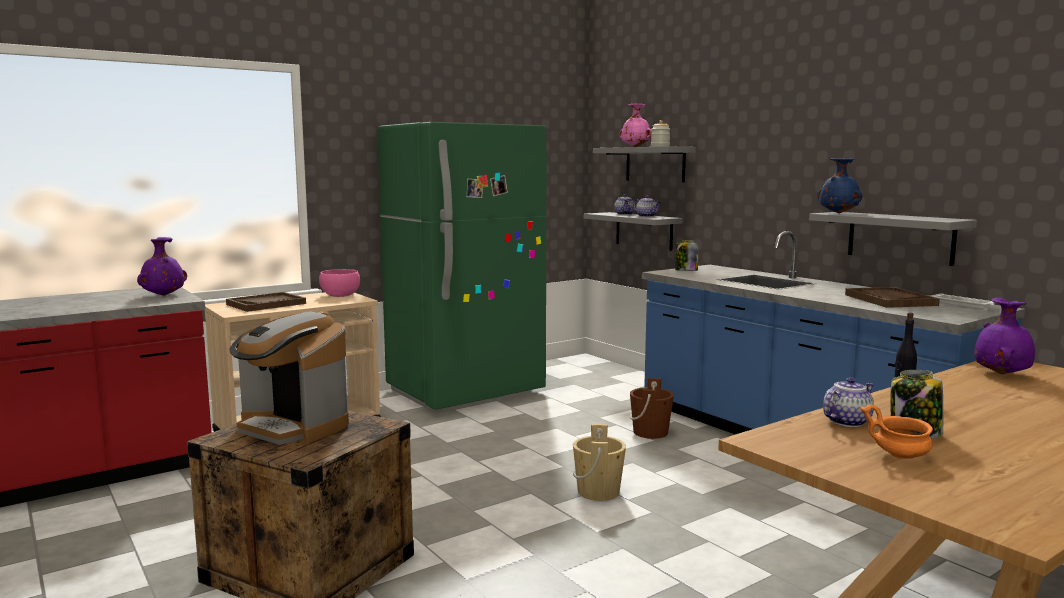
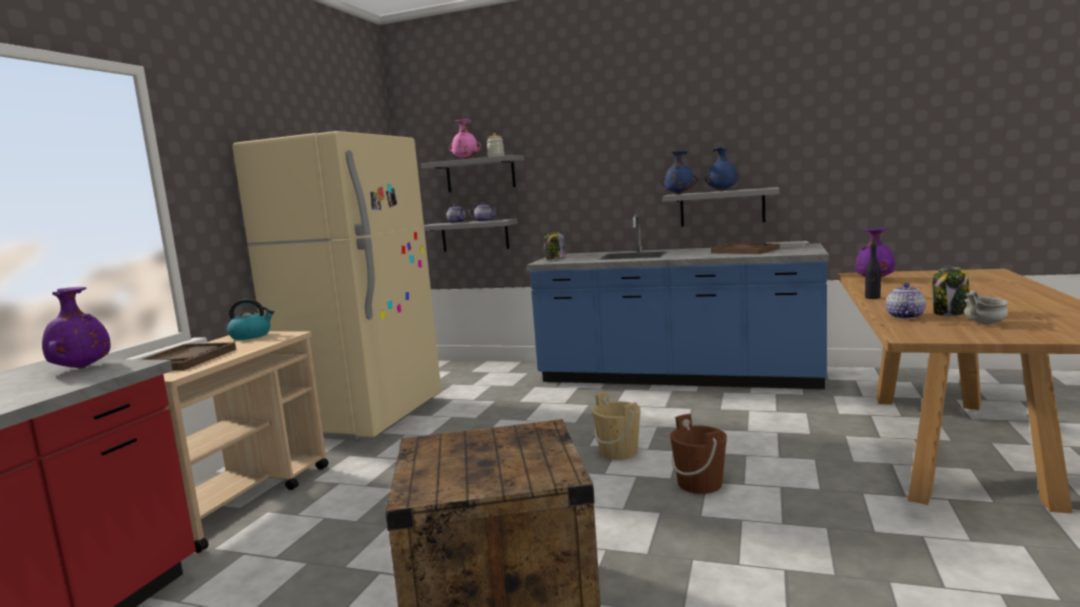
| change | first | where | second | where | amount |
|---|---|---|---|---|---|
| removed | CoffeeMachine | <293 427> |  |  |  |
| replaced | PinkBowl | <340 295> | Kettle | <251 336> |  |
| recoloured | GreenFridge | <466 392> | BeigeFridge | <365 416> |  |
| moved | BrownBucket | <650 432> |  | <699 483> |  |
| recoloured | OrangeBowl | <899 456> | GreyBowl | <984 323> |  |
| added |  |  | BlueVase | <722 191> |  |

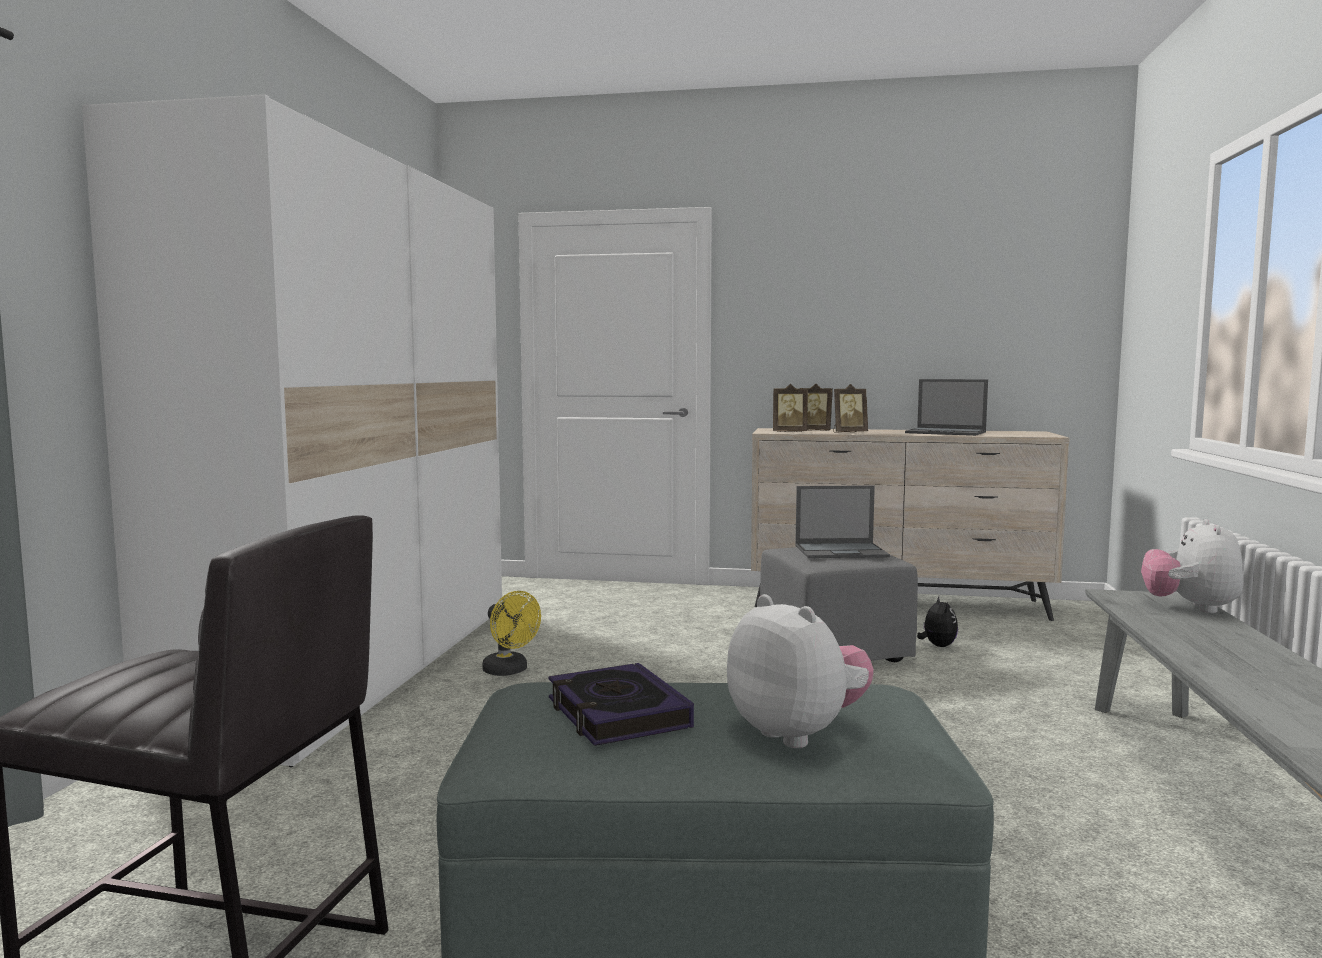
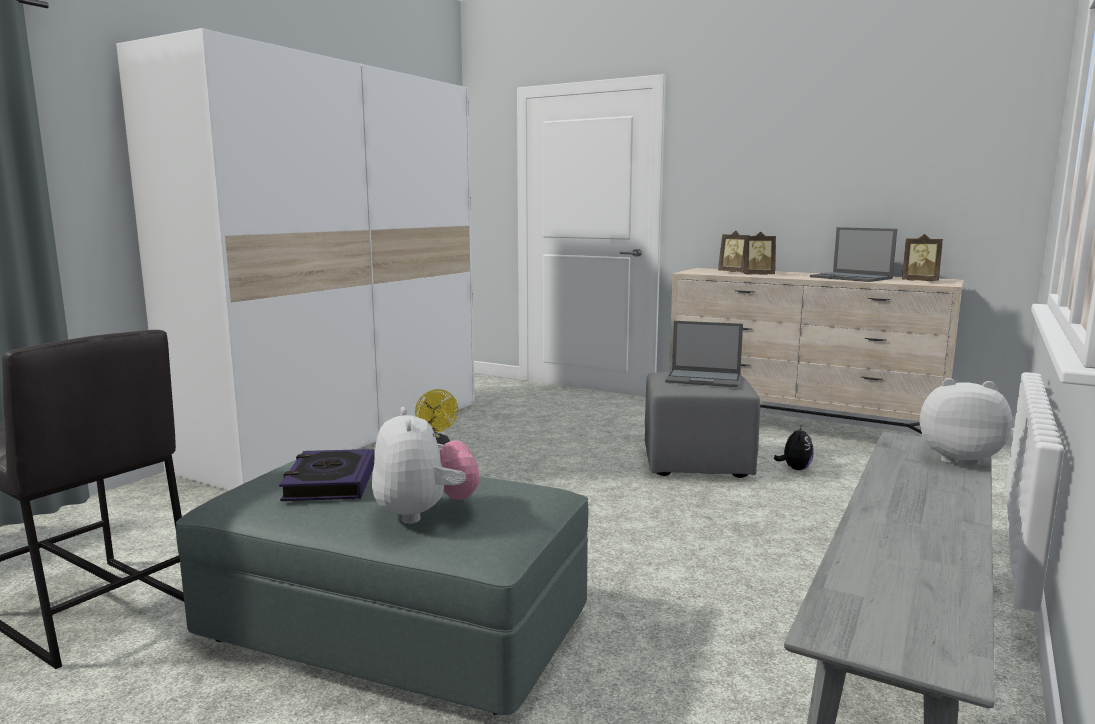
| change | first | where | second | where | amount |
|---|---|---|---|---|---|
| moved | PictureFrame | <789 432> |  | <919 281> |  |
| turned | PlushToy | <1190 608> |  | <958 459> | 75 degrees clockwise |

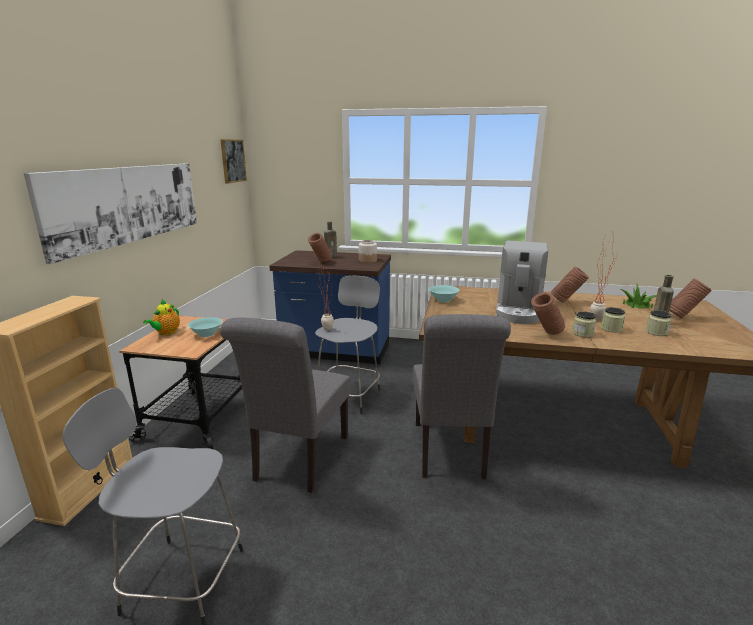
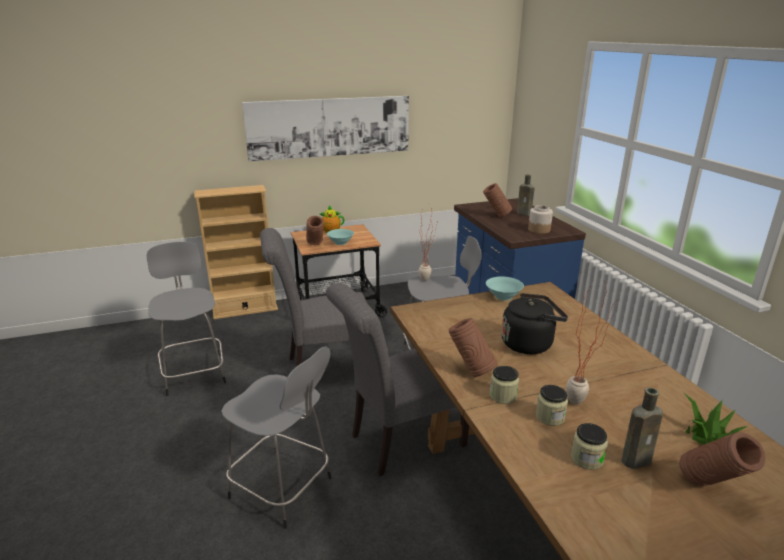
| change | first | where | second | where | amount |
|---|---|---|---|---|---|
| removed | Picture | <232 161> |  |  |  |
| replaced | CoffeeMachine | <518 311> | BlackKettle | <529 344> |  |
| moved | BrownVase | <566 302> |  | <315 246> |  |
| added |  |  | GreyStool | <284 489> |  |

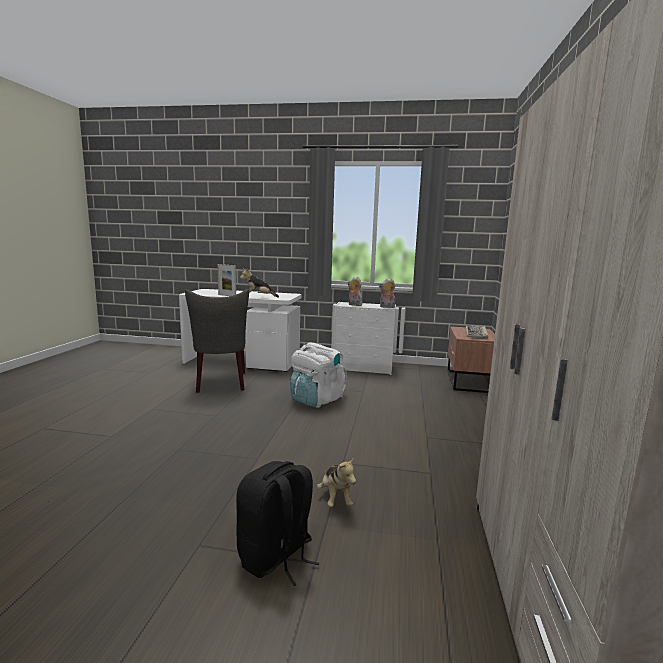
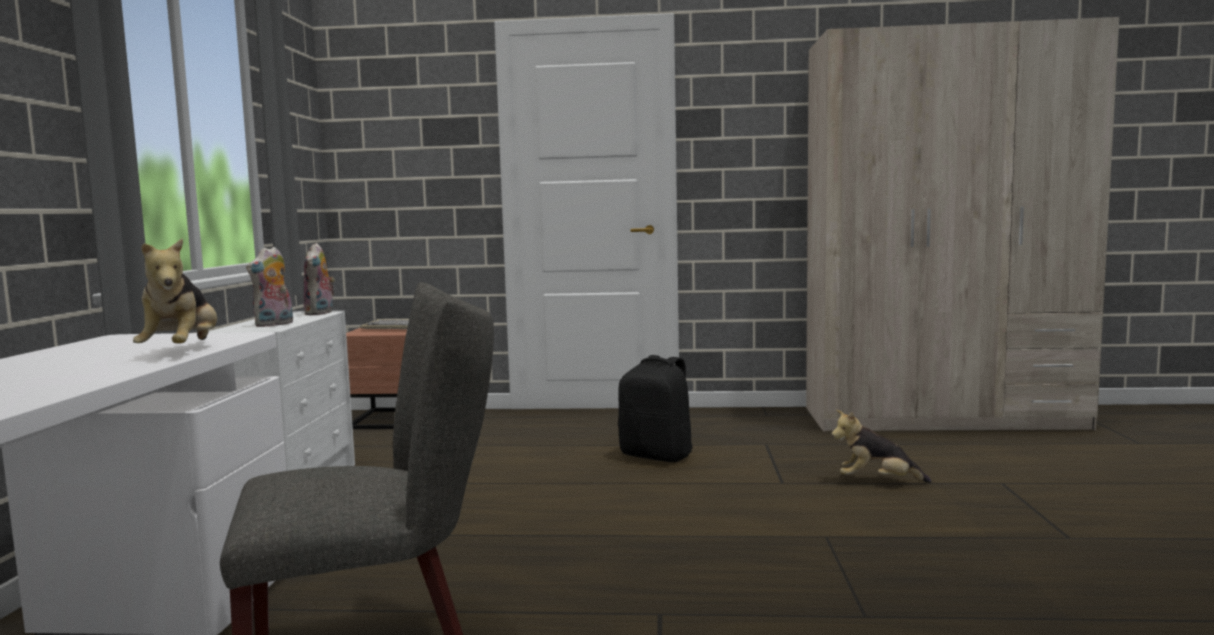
| change | first | where | second | where | amount |
|---|---|---|---|---|---|
| removed | PictureFrame | <227 295> |  |  |  |
| moved | BlackBackpack | <276 557> |  | <657 455> |  |
| removed | WhiteBackpack | <316 400> |  |  |  |
| turned | PlushToy | <335 498> |  | <877 481> | 150 degrees counterclockwise |

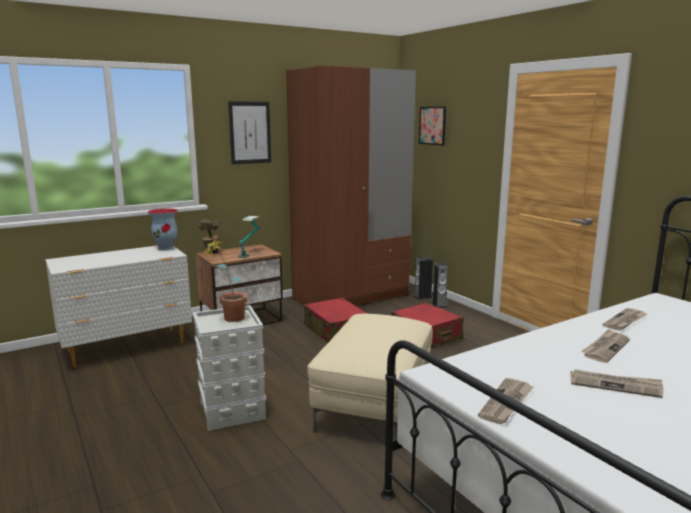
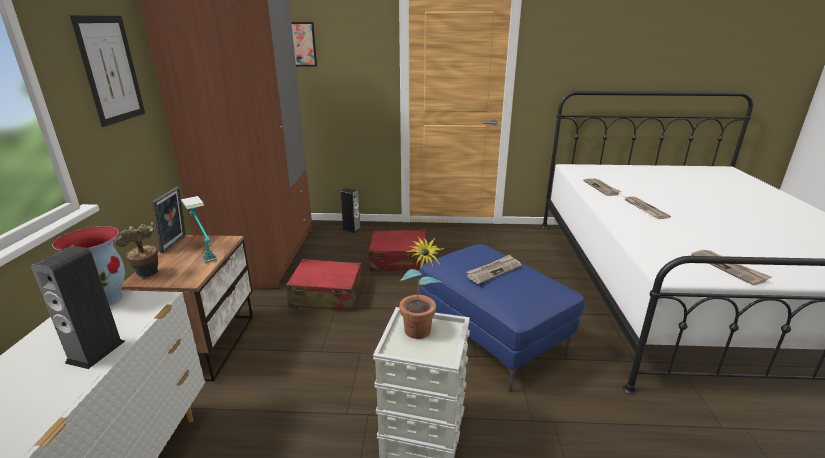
| change | first | where | second | where | amount |
|---|---|---|---|---|---|
| recoloured | BeigeOttoman | <375 406> | BlueOttoman | <493 337> |  |
| moved | Speaker | <422 297> |  | <96 352> |  |
| moved | Newspaper | <615 385> |  | <494 270> |  |
| added |  |  | PictureFrame | <176 244> |  |

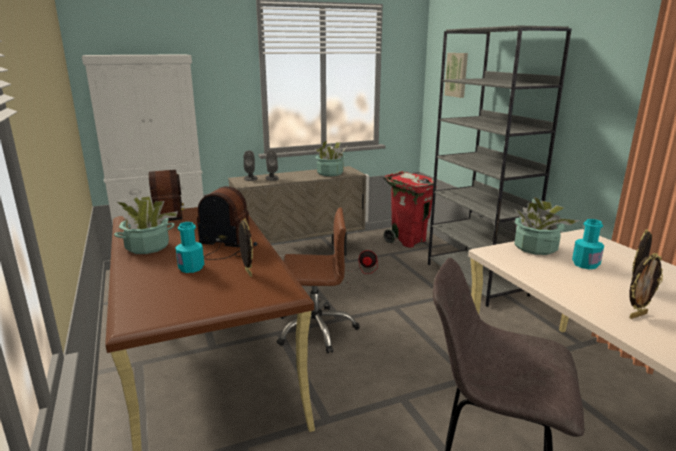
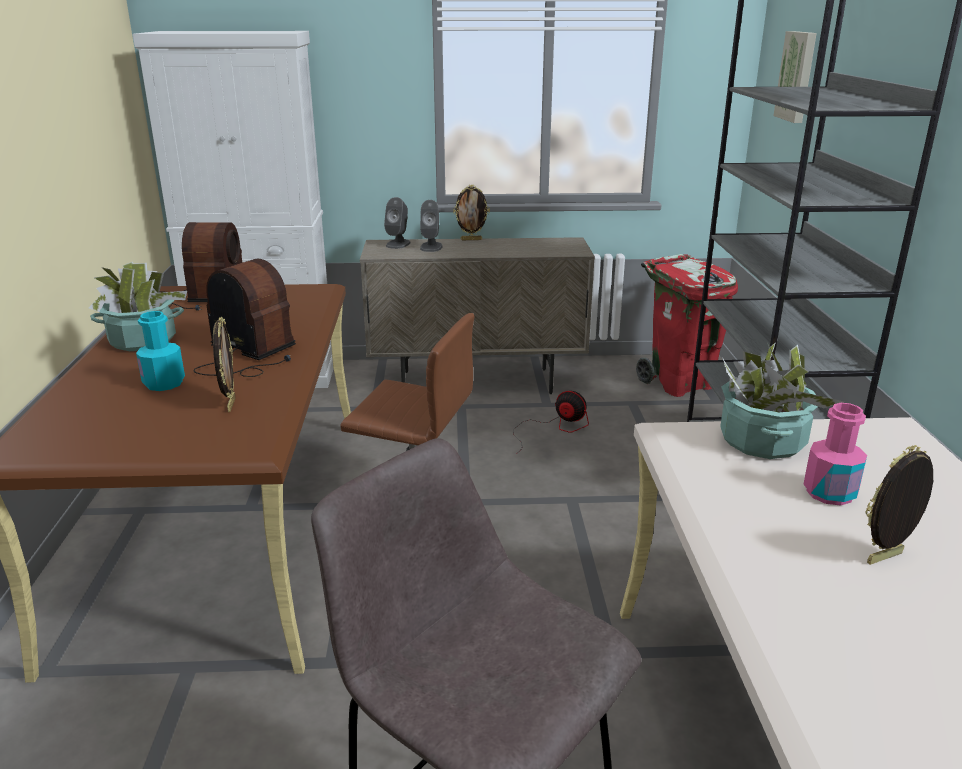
| change | first | where | second | where | amount |
|---|---|---|---|---|---|
| removed | PottedPlant | <330 173> |  |  |  |
| recoloured | TurquoiseBottle | <585 264> | PinkBottle | <829 493> |  |
| moved | PictureFrame | <637 315> |  | <471 239> |  |

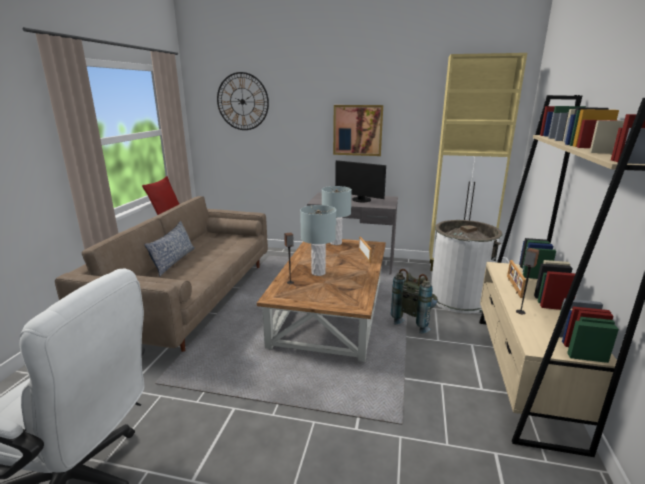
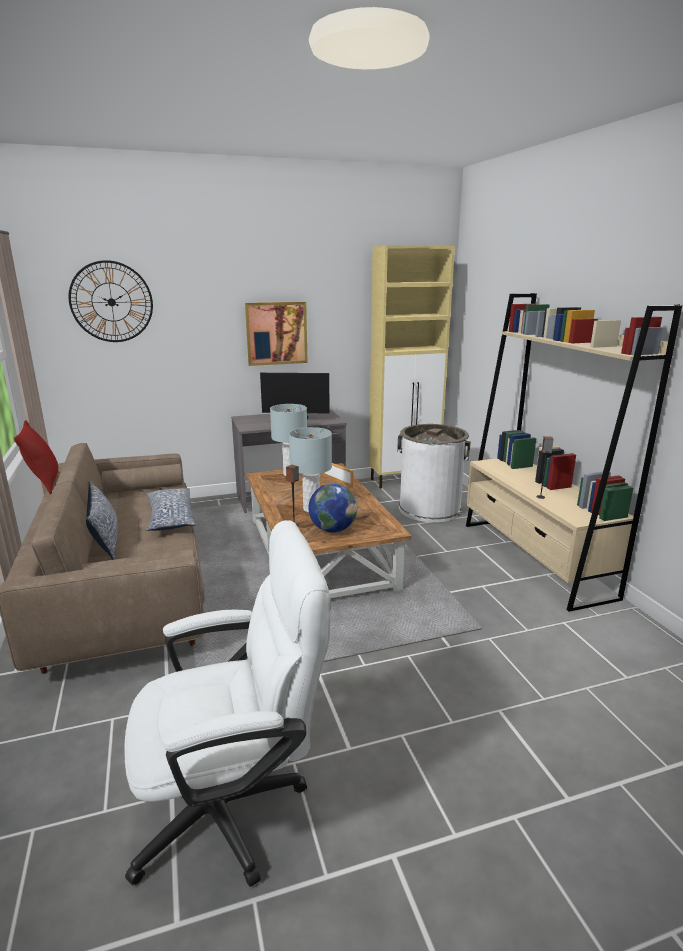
| change | first | where | second | where | amount |
|---|---|---|---|---|---|
| removed | GreyBackpack | <414 321> |  |  |  |
| removed | PictureFrame | <513 286> |  |  |  |
| added |  |  | Pillow | <170 518> |  |
| added |  |  | Globe | <332 529> |  |

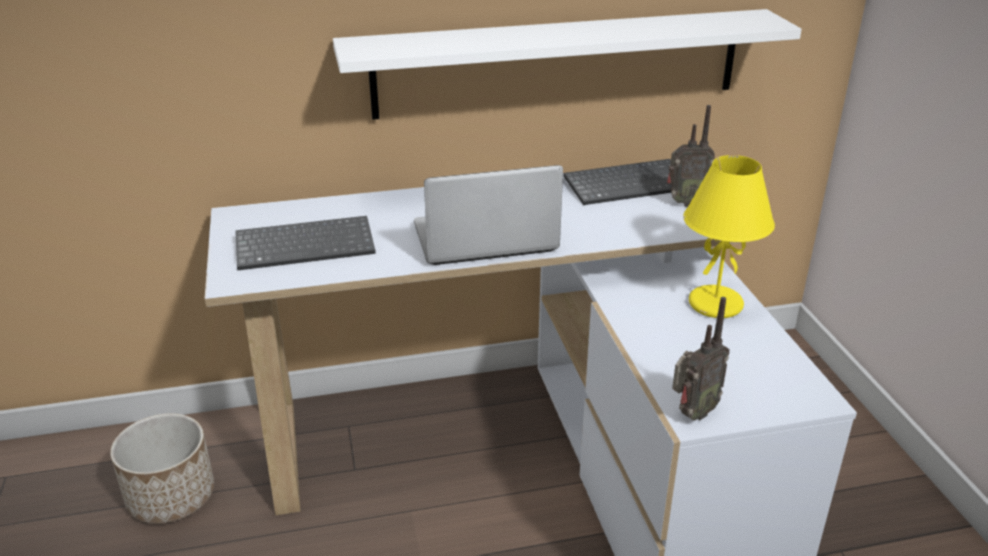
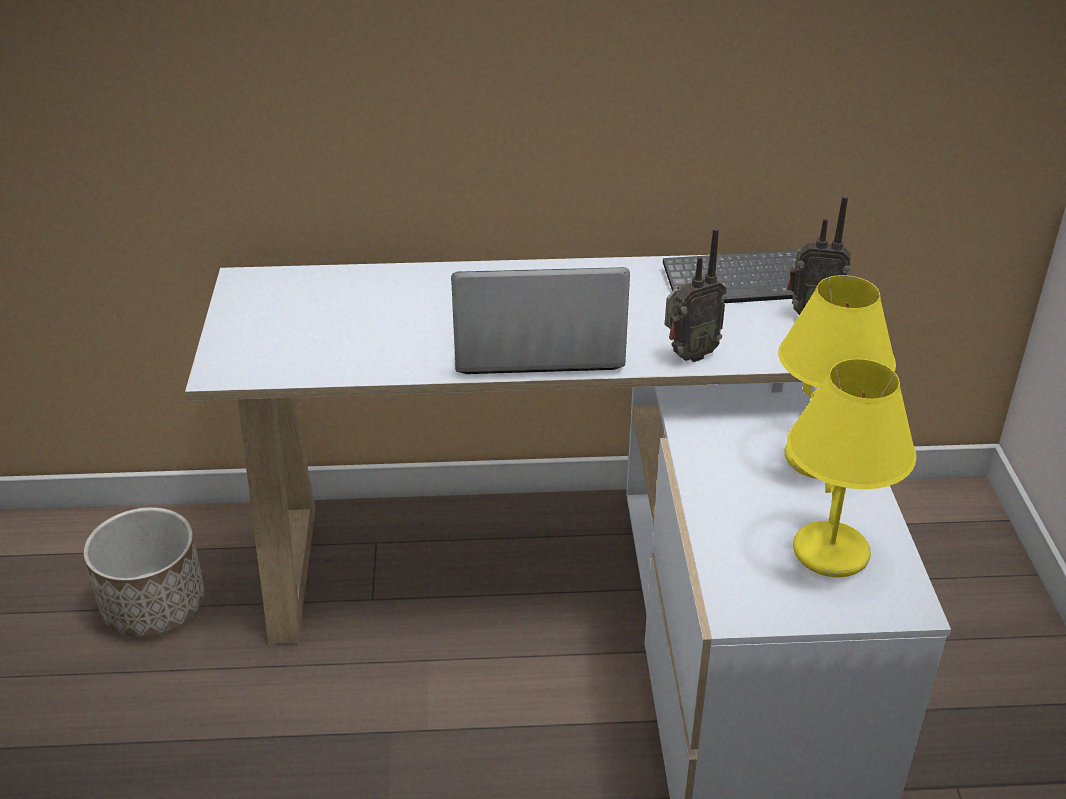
| change | first | where | second | where | amount |
|---|---|---|---|---|---|
| removed | Keyboard | <307 245> |  |  |  |
| removed | WhiteShelf | <558 63> |  |  |  |
| moved | Radio | <692 413> |  | <688 355> |  |
| added |  |  | YellowTableLamp | <832 554> |  |

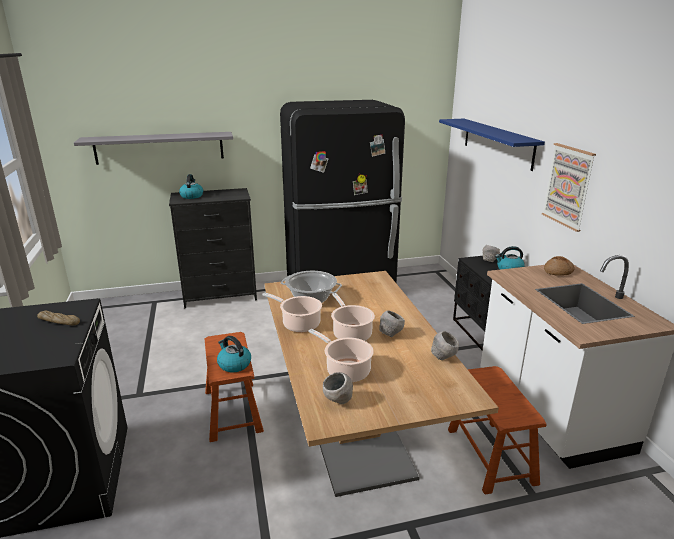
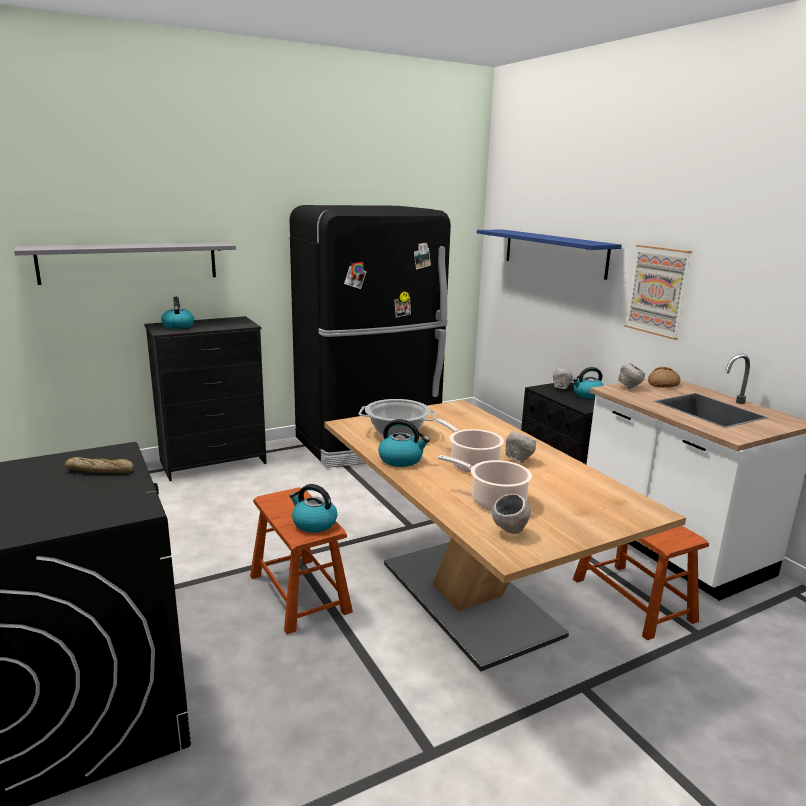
| change | first | where | second | where | amount |
|---|---|---|---|---|---|
| replaced | CookingPot | <299 324> | Kettle | <401 459> |  |
| moved | GreyBowl | <443 358> |  | <629 388> |  |

